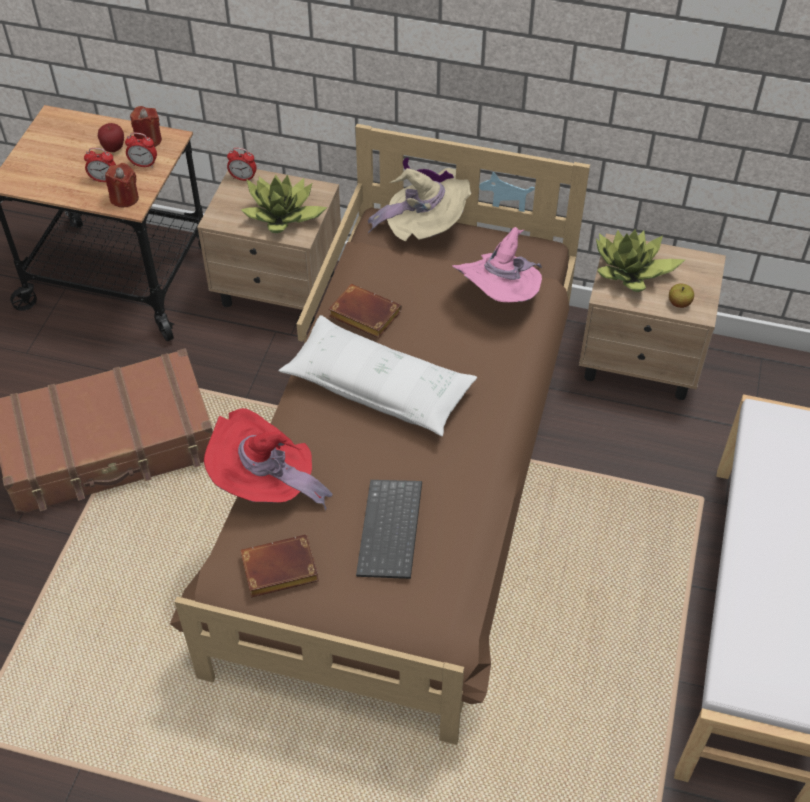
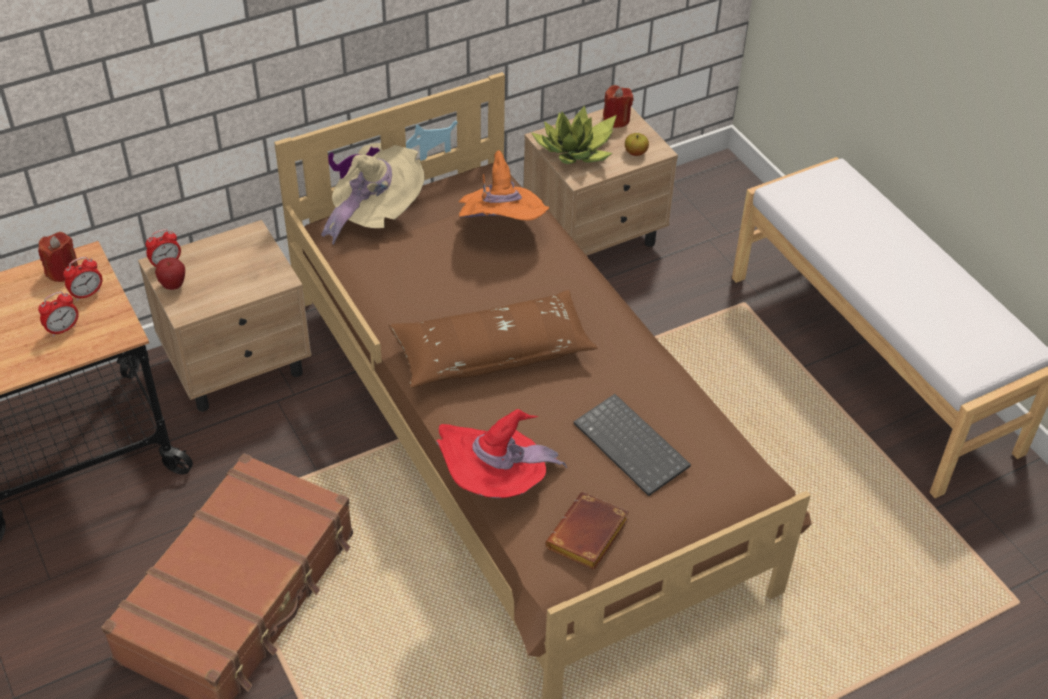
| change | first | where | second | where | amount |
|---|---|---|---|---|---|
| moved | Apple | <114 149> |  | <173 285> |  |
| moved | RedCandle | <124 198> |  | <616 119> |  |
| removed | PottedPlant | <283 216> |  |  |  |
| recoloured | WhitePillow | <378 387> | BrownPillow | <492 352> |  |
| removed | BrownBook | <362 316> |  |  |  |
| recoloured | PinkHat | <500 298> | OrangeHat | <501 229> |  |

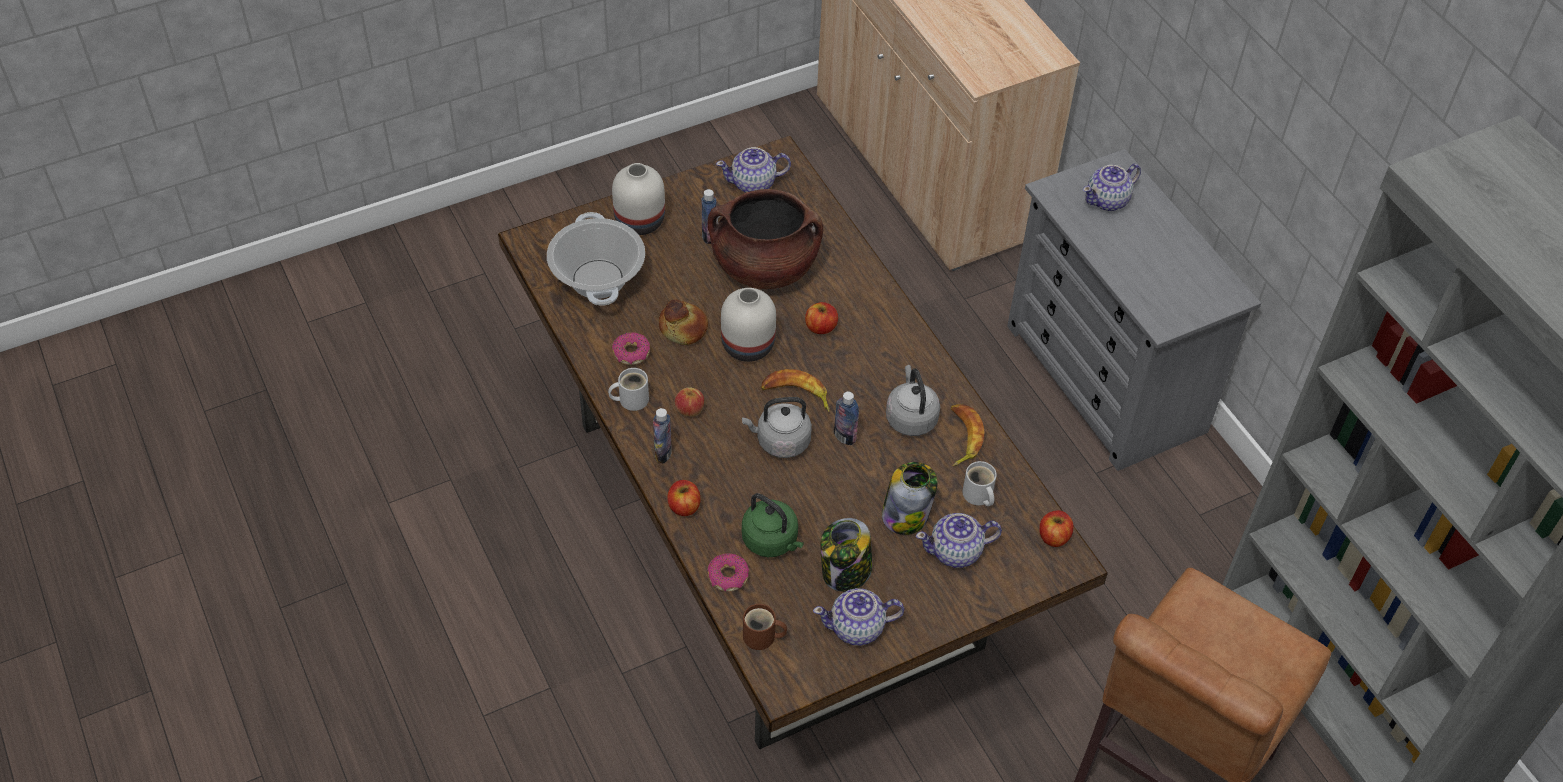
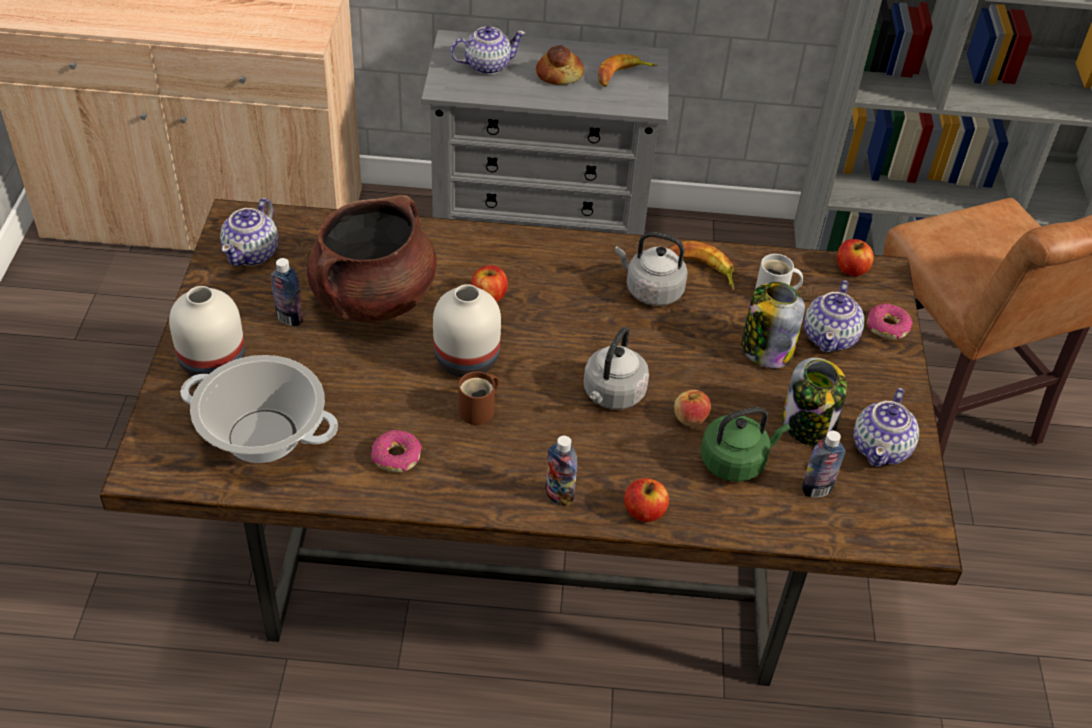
| change | first | where | second | where | amount |
|---|---|---|---|---|---|
| removed | WhiteMug | <630 399> |  |  |  |
| moved | Bread | <683 328> |  | <559 74> |  |
| moved | Apple | <689 409> |  | <690 418> |  |
| moved | Donut | <728 577> |  | <887 327> |  |
| moved | BrownMug | <762 637> |  | <480 410> |  |
| moved | Banana | <796 395> |  | <622 75> |  |
| moved | Bottle | <845 437> |  | <816 489> |  |
| turned | Teapot | <1108 200> |  | <487 65> | 105 degrees counterclockwise |

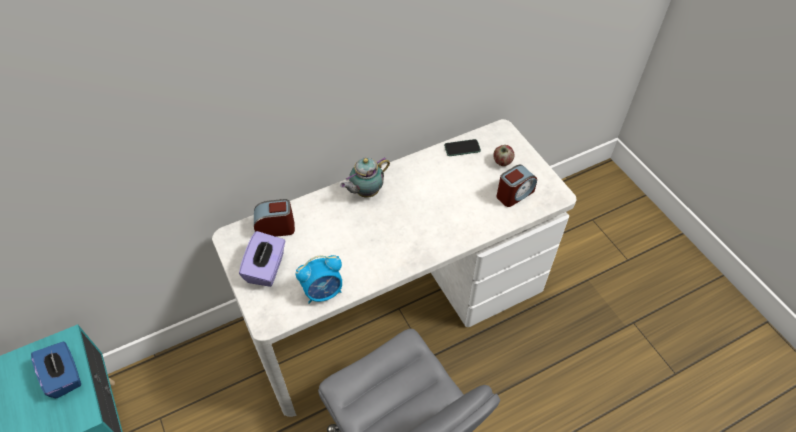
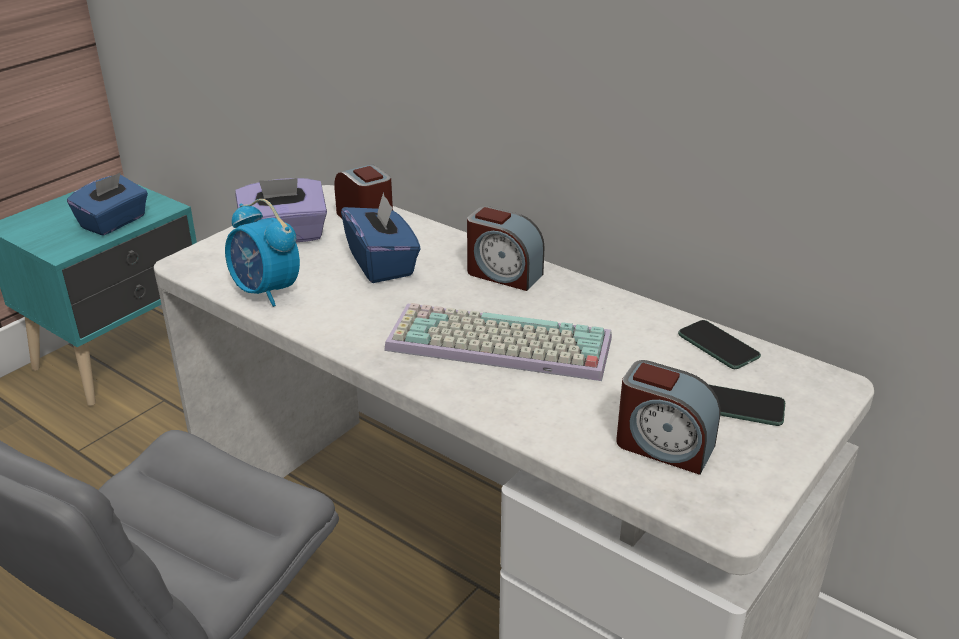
| change | first | where | second | where | amount |
|---|---|---|---|---|---|
| replaced | Teapot | <365 192> | AlarmClock | <503 274> |  |
| replaced | Apple | <502 162> | Phone | <739 406> |  |
| added |  |  | BlueTissueBox | <382 264> |  |
| added |  |  | Keyboard | <495 346> |  |

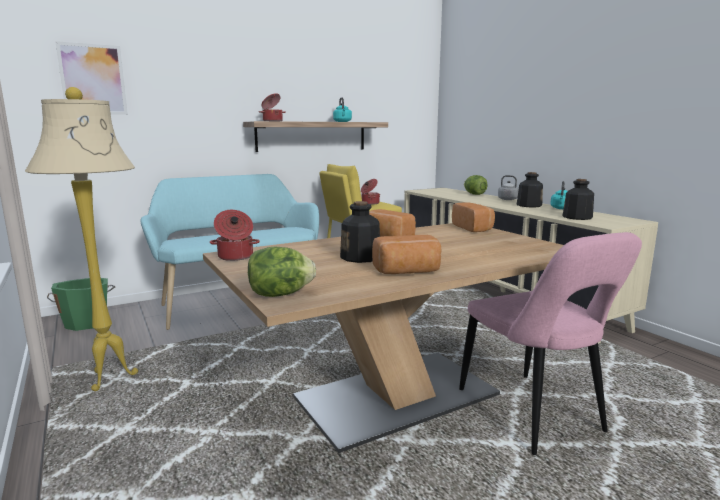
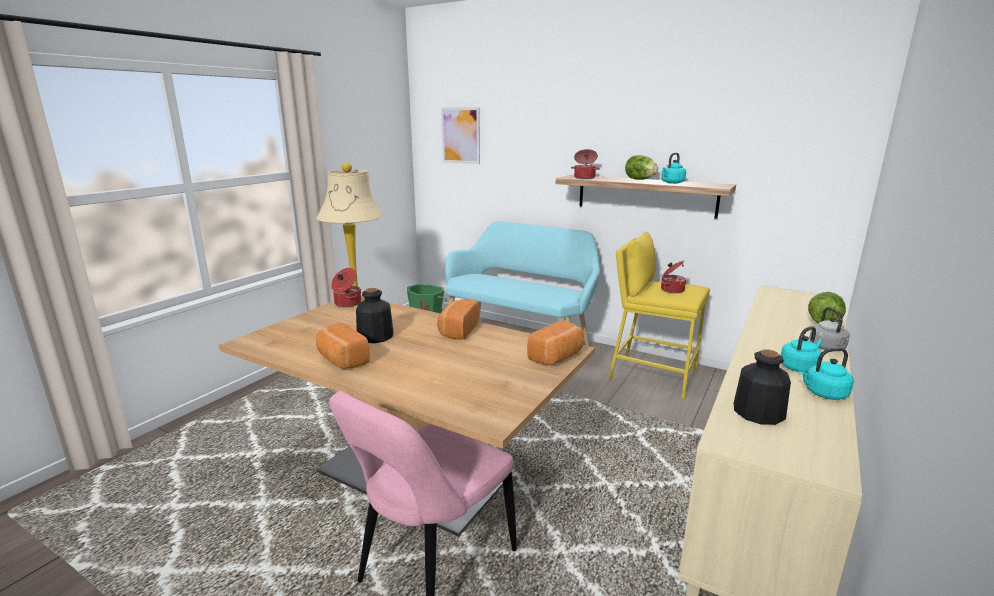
| change | first | where | second | where | amount |
|---|---|---|---|---|---|
| moved | Lettuce | <280 294> |  | <640 179> |  |
| replaced | Bottle | <528 205> | TurquoiseKettle | <800 367> |  |

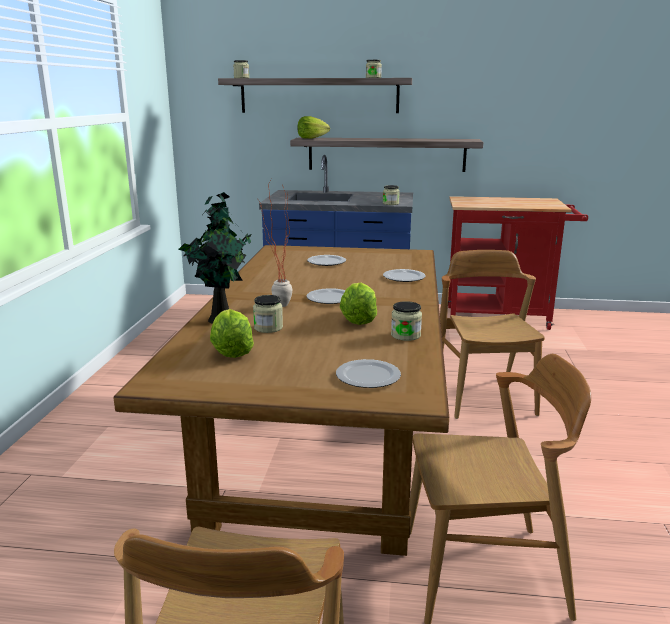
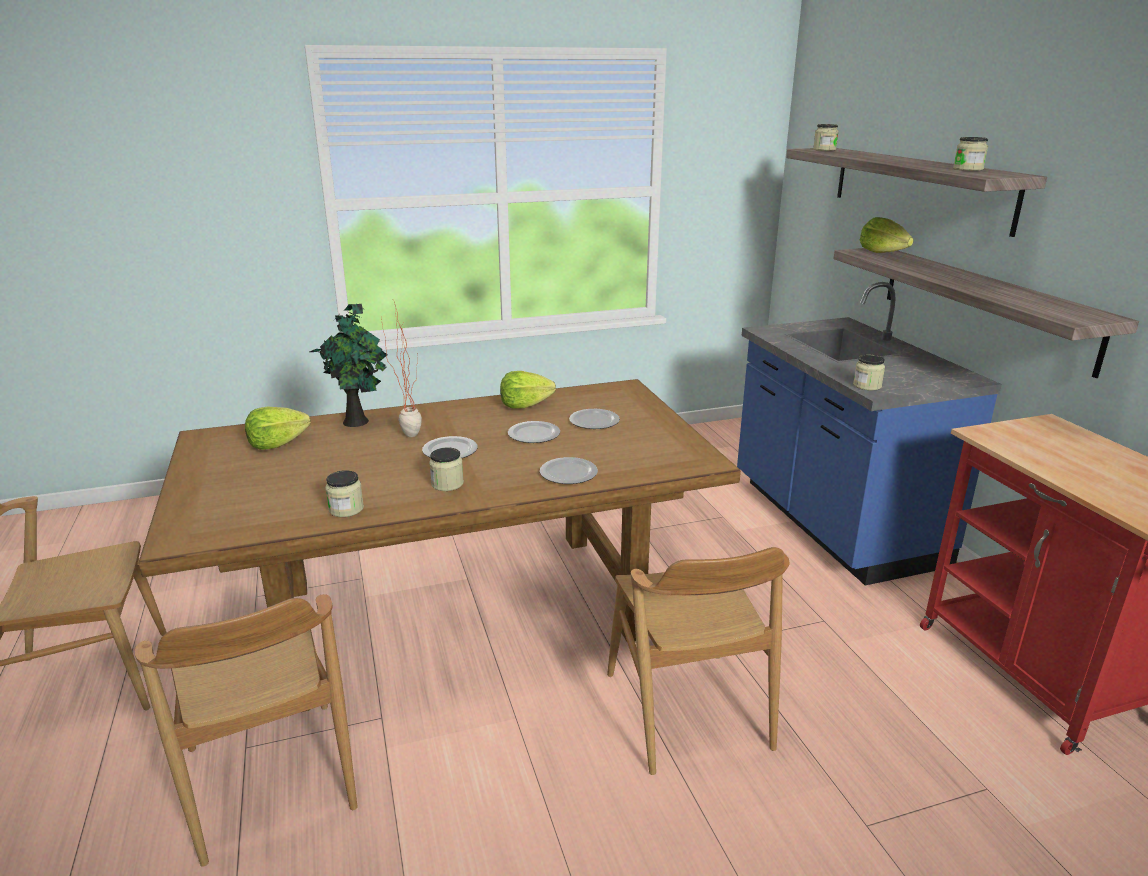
| change | first | where | second | where | amount |
|---|---|---|---|---|---|
| moved | Jar | <268 328> |  | <447 484> |  |
| moved | Plate | <367 377> |  | <533 434> |  |
| moved | Lettuce | <359 319> |  | <525 405> |  |
| turned | BrownChair | <484 396> |  | <687 710> | 105 degrees clockwise |

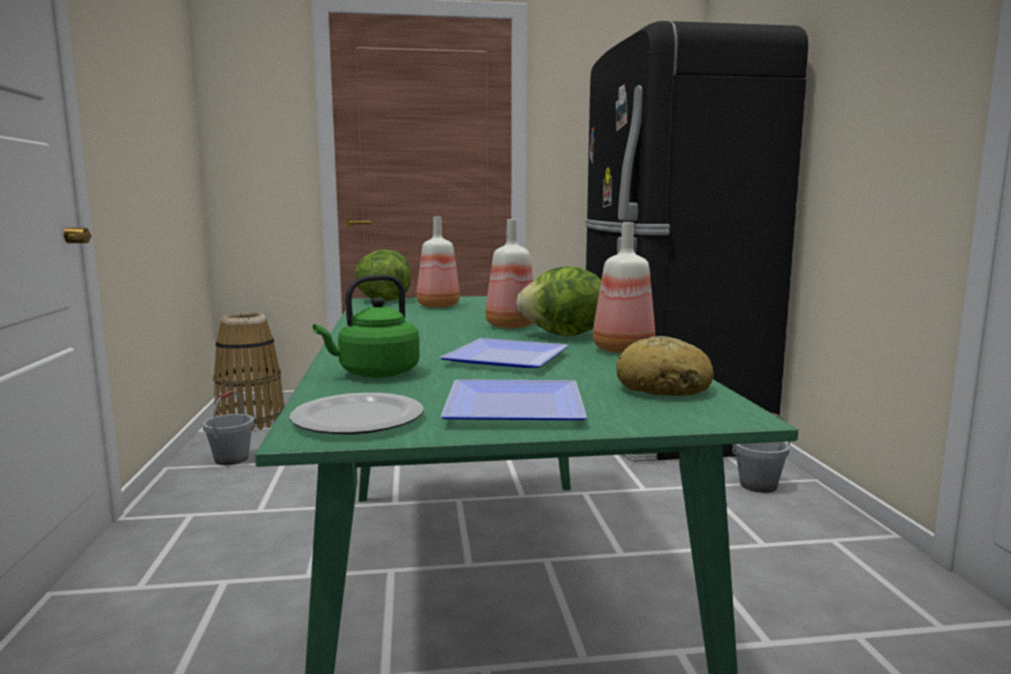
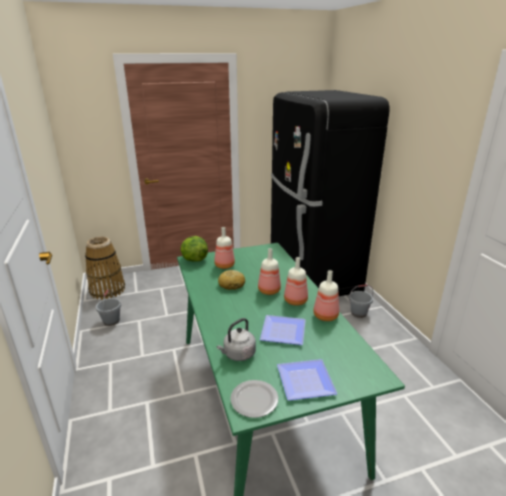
| change | first | where | second | where | amount |
|---|---|---|---|---|---|
| recoloured | GreenKettle | <375 374> | GreyKettle | <238 354> |  |
| replaced | Lettuce | <564 336> | Bottle | <296 301> |  |
| moved | Bread | <664 388> |  | <232 284> |  |

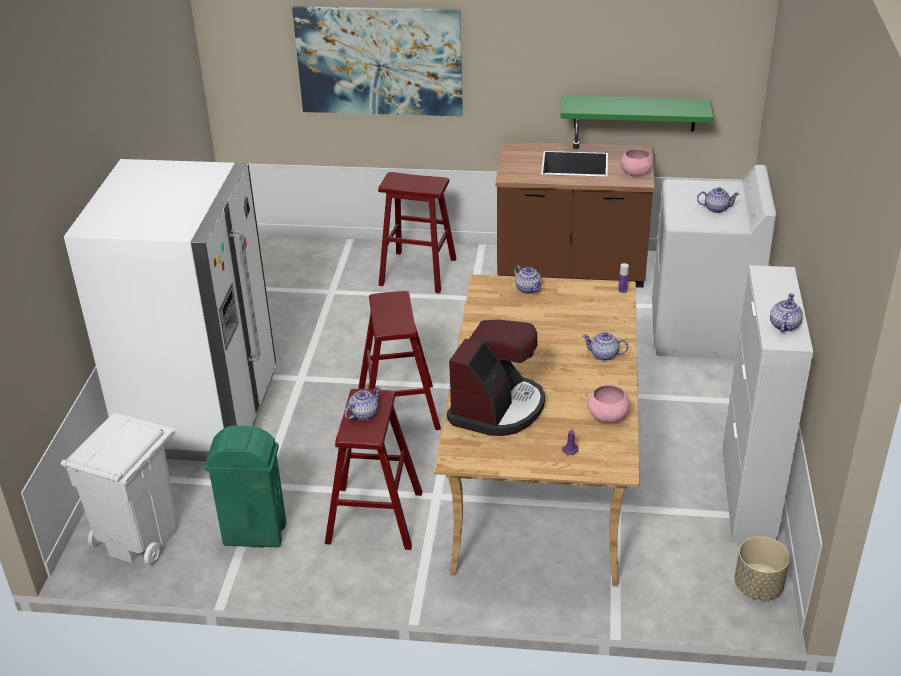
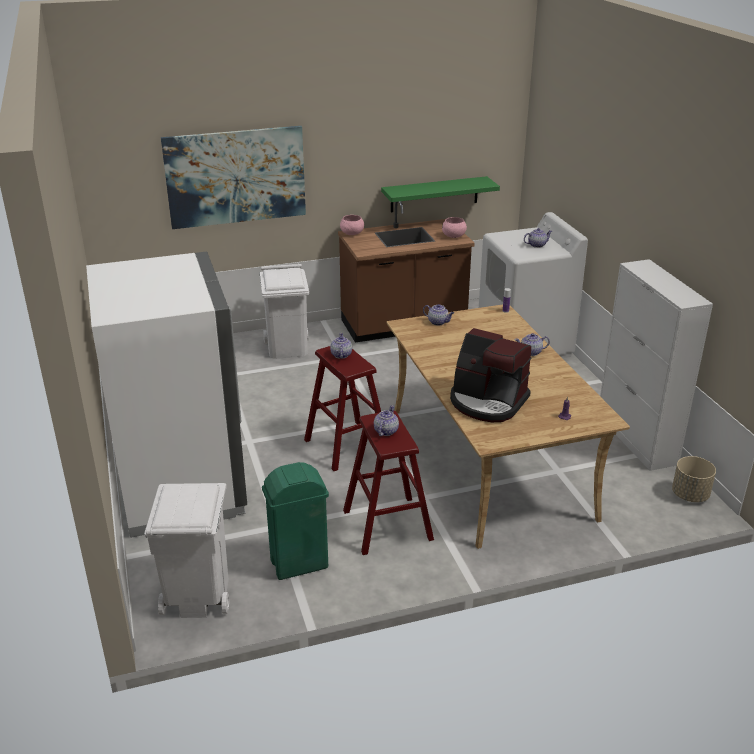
| change | first | where | second | where | amount |
|---|---|---|---|---|---|
| replaced | RedStool | <418 272> | WhiteTrashCan | <287 348> |  |
| turned | CoffeeMachine | <497 408> |  | <487 402> | 120 degrees clockwise |
| moved | PinkBowl | <607 416> |  | <352 233> |  |
| moved | Teapot | <784 325> |  | <341 355> |  |

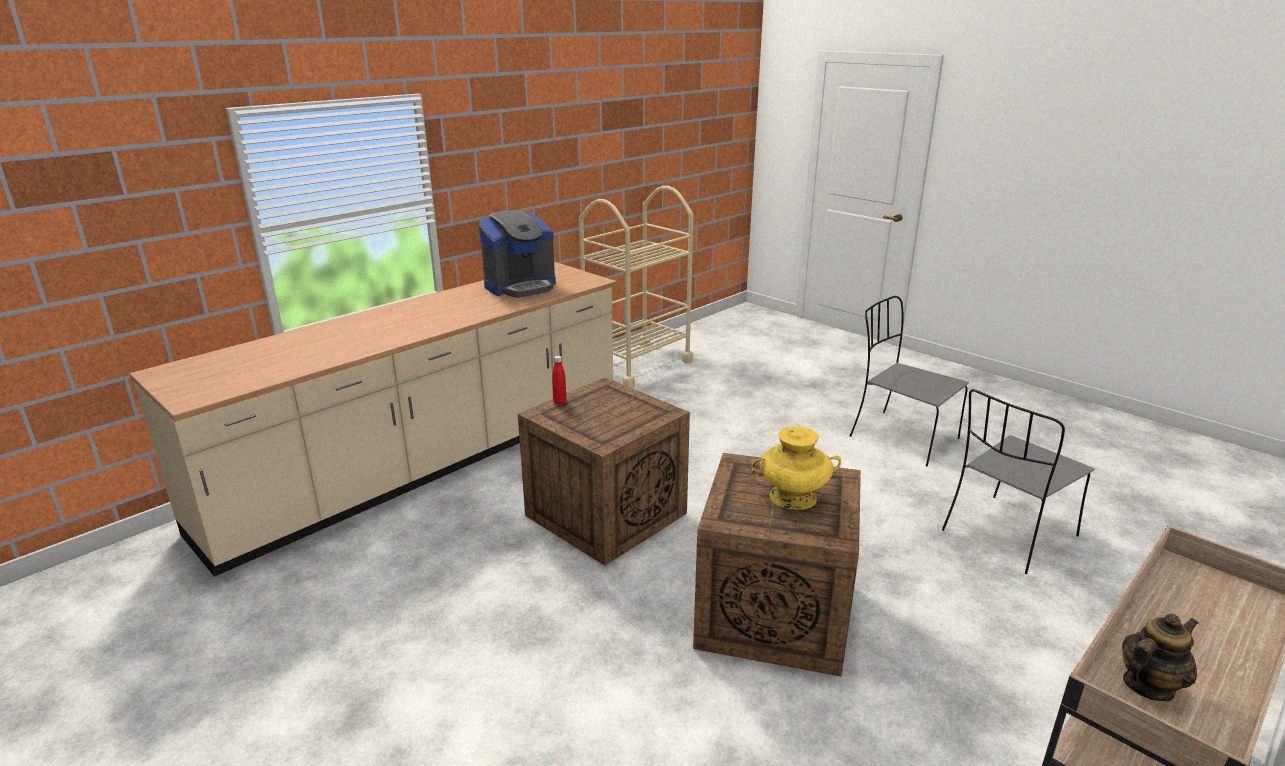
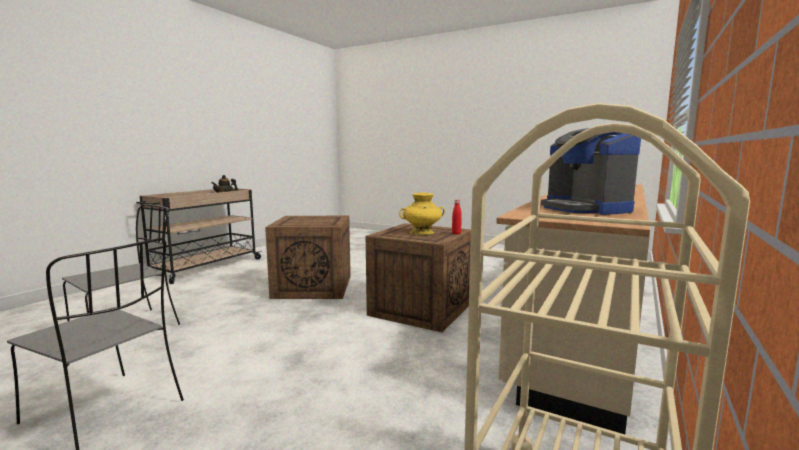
| change | first | where | second | where | amount |
|---|---|---|---|---|---|
| turned | CoffeeMachine | <520 286> |  | <585 208> | 60 degrees counterclockwise |
| moved | YellowVase | <793 497> |  | <422 232> |  |

